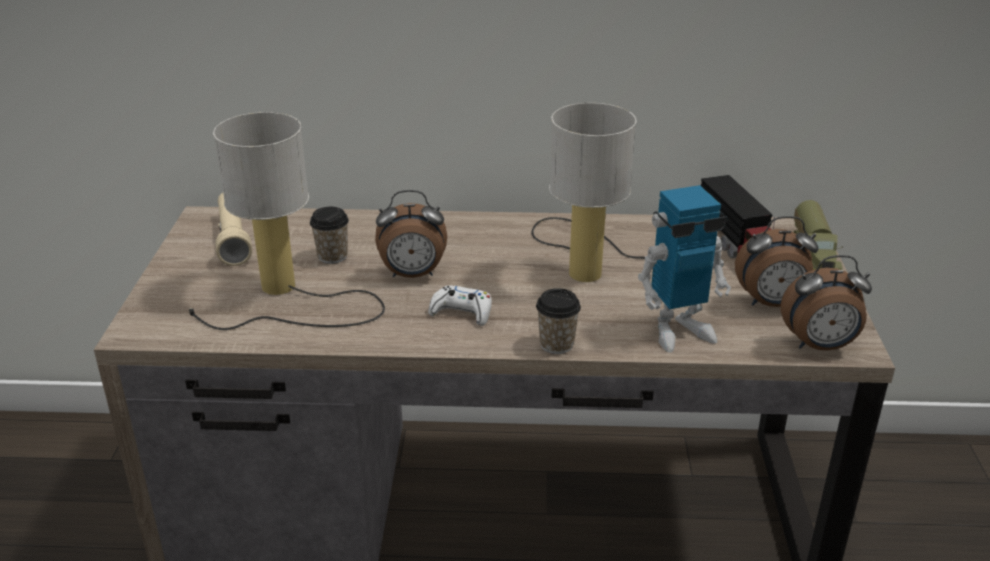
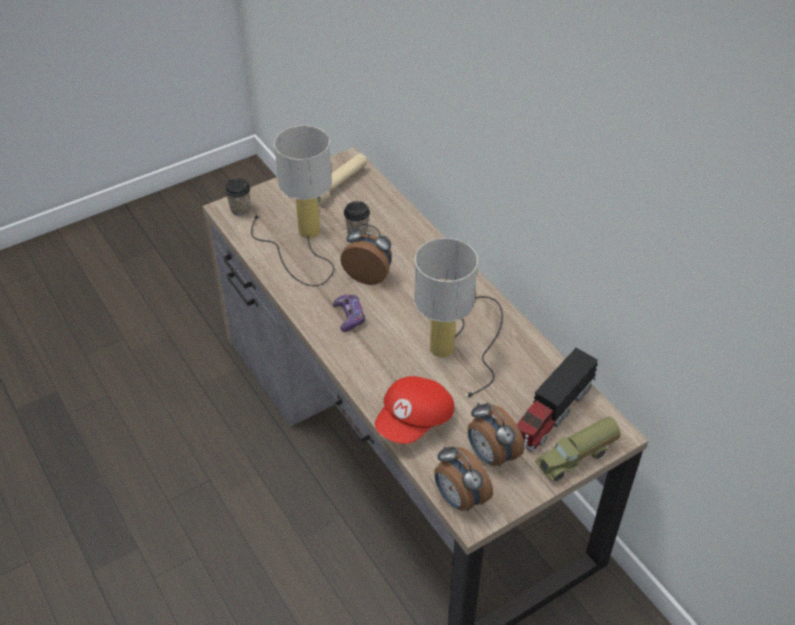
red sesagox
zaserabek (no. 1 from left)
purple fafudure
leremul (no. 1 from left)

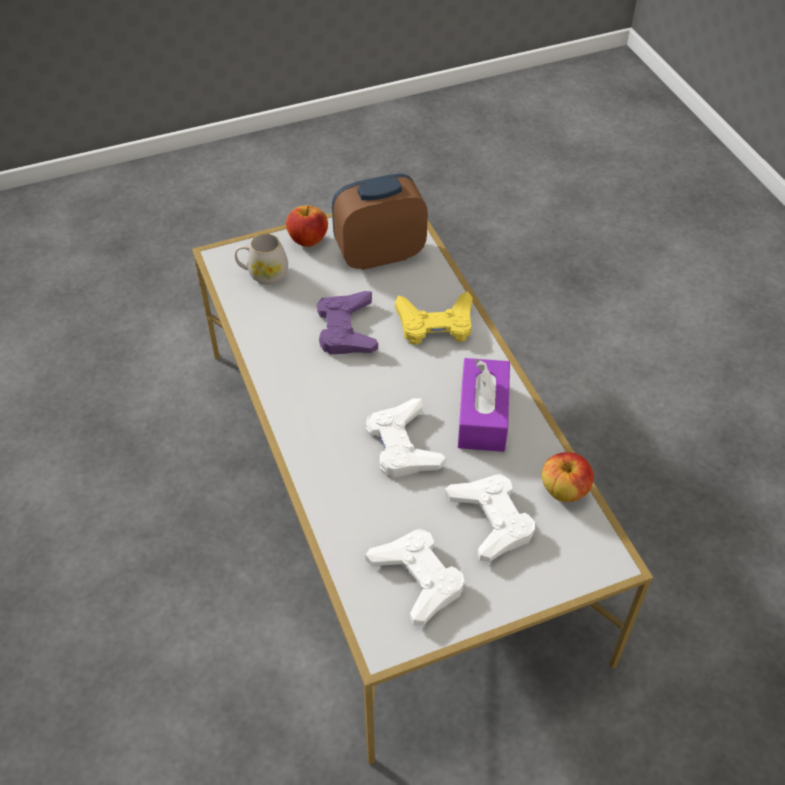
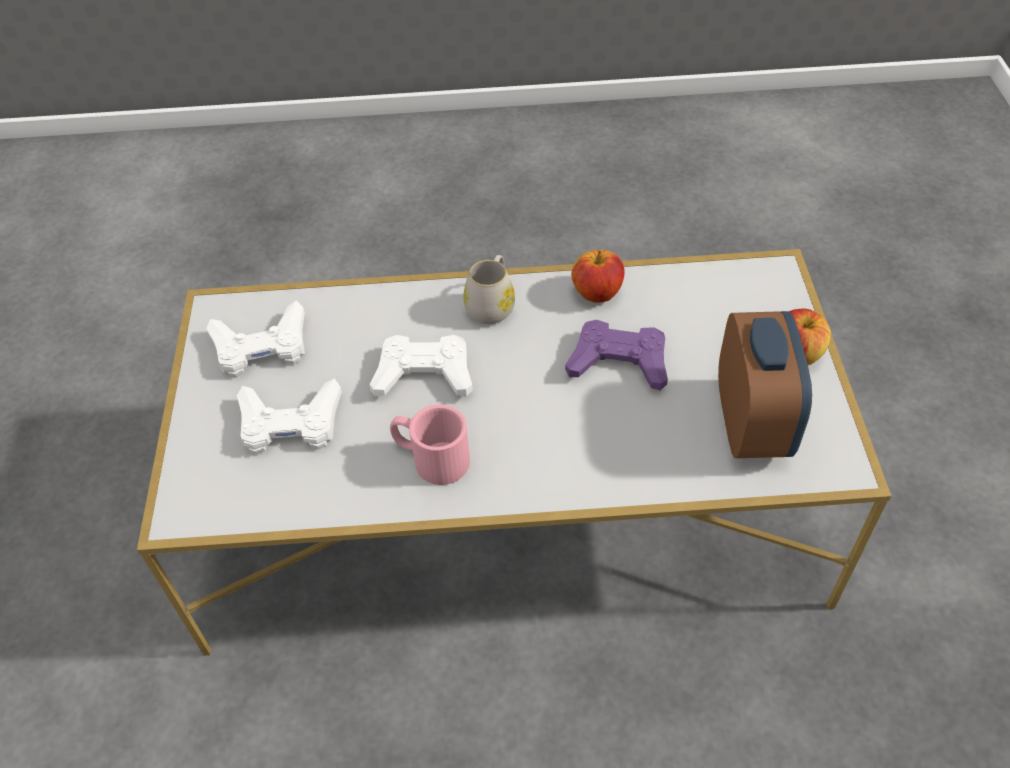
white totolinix
yellow fafudure
pink totolinix
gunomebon (no. 1 from left)

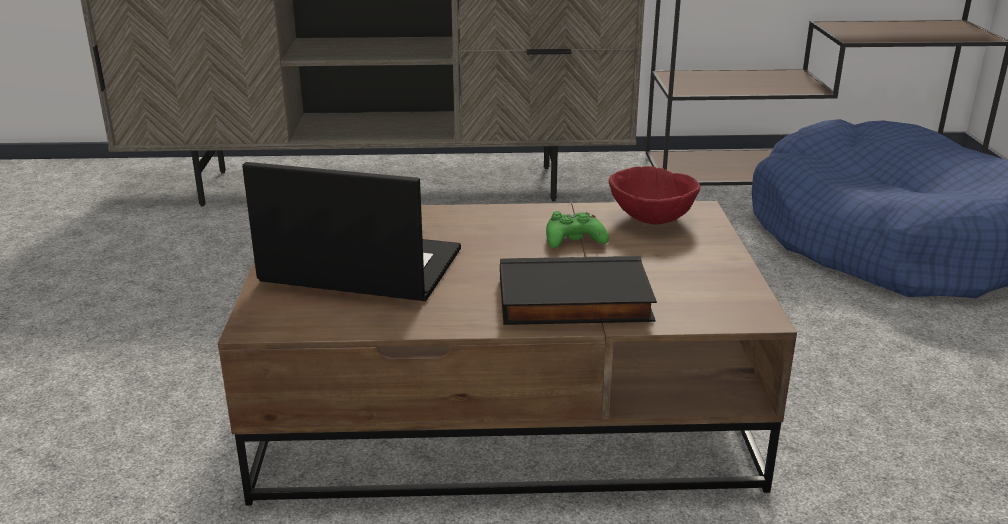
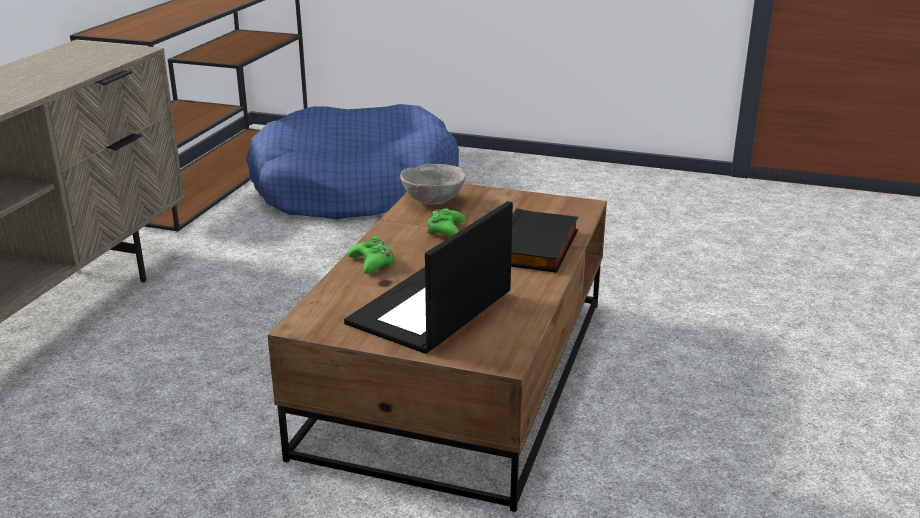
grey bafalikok
green fafudure (no. 1 from left)

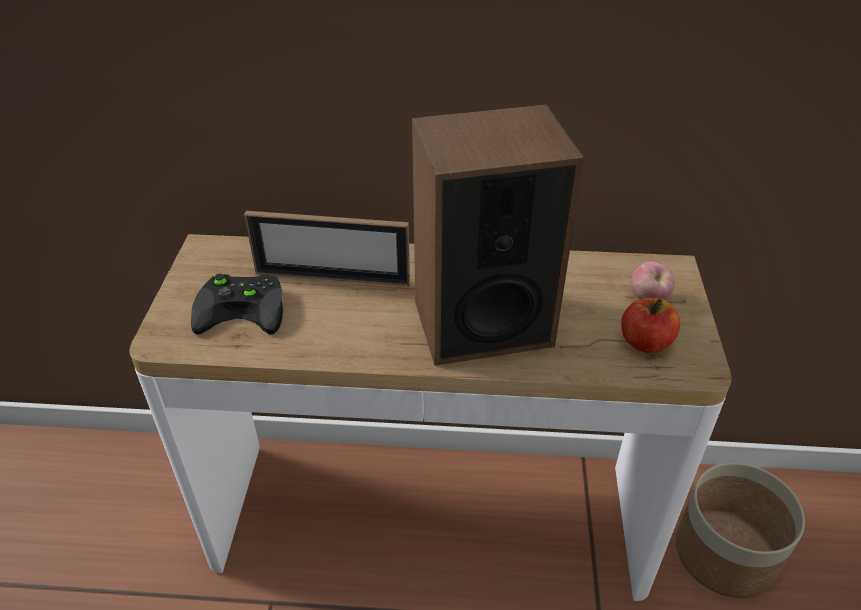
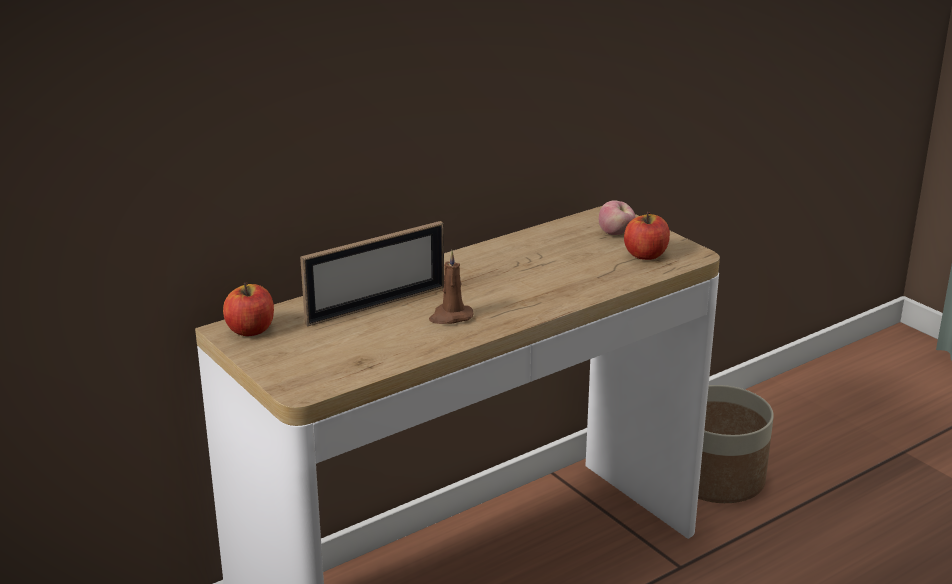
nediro
black fafudure
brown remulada
gunomebon (no. 1 from left)

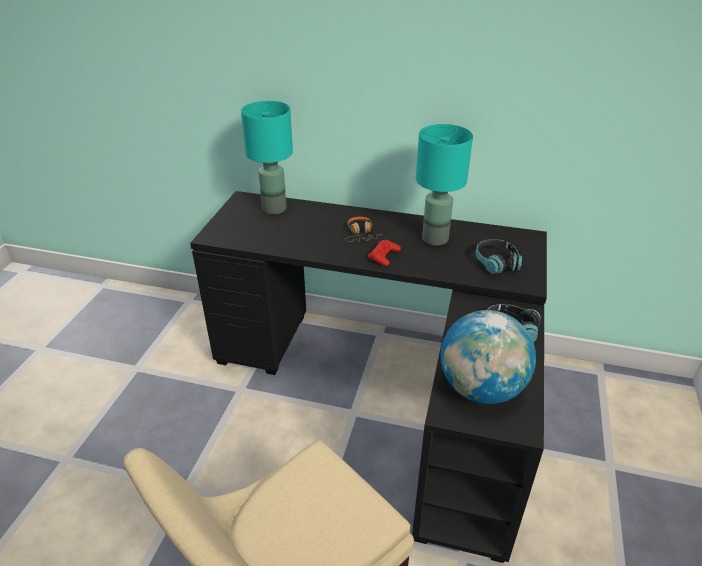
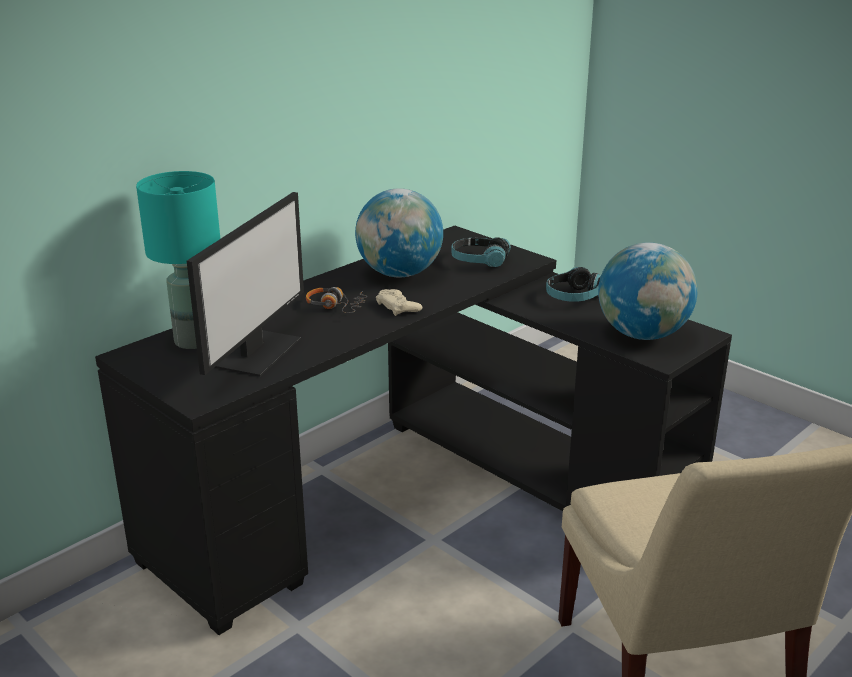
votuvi (no. 1 from left)
beige fafudure
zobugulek

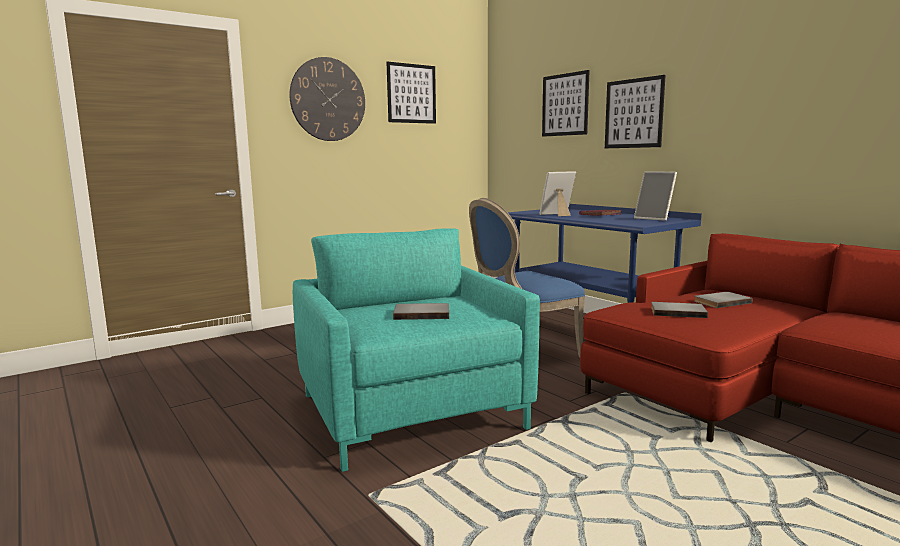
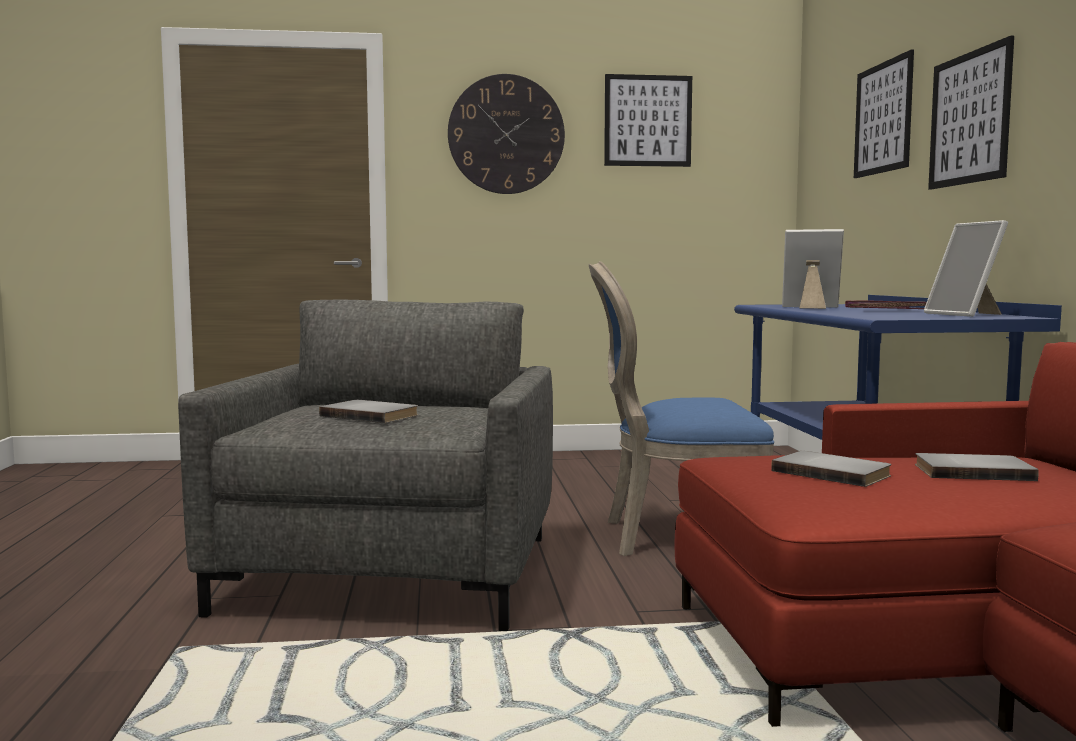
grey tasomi

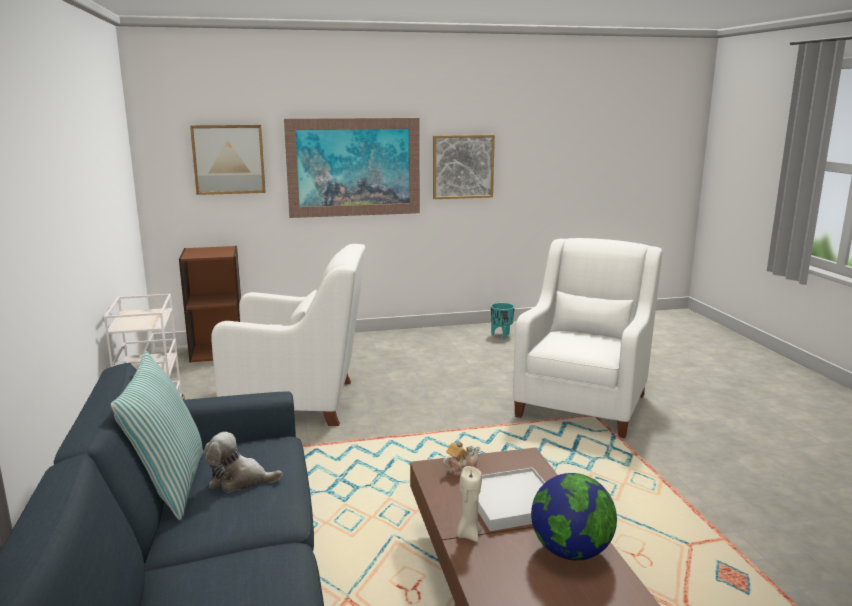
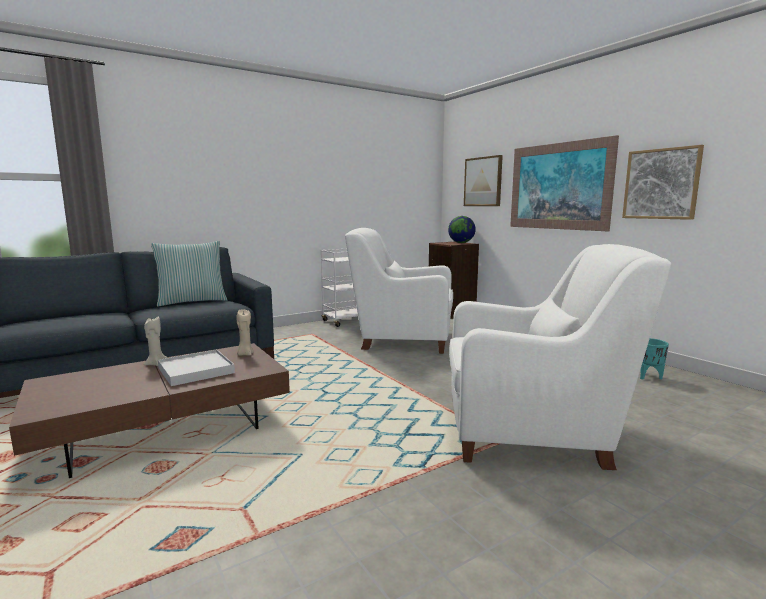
white tasomi (no. 1 from left)
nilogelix
beige remulada (no. 2 from left)
votuvi

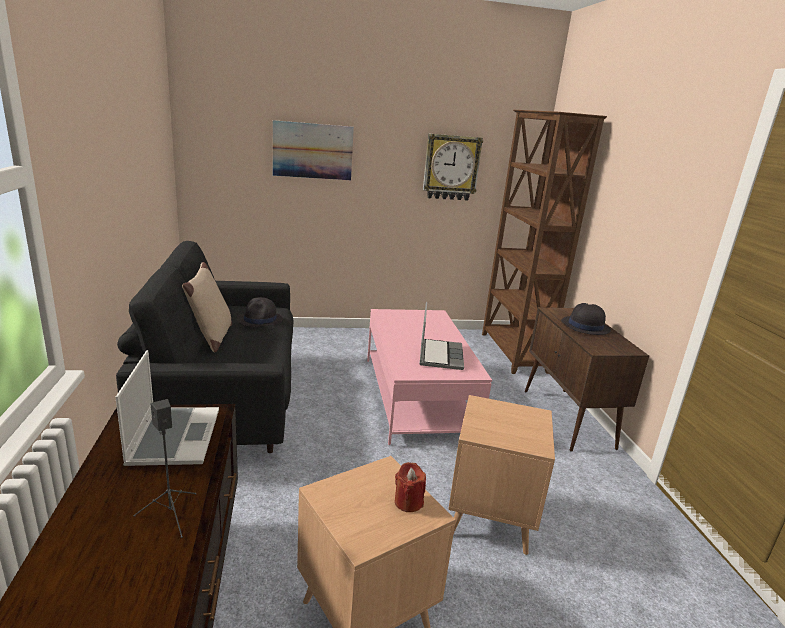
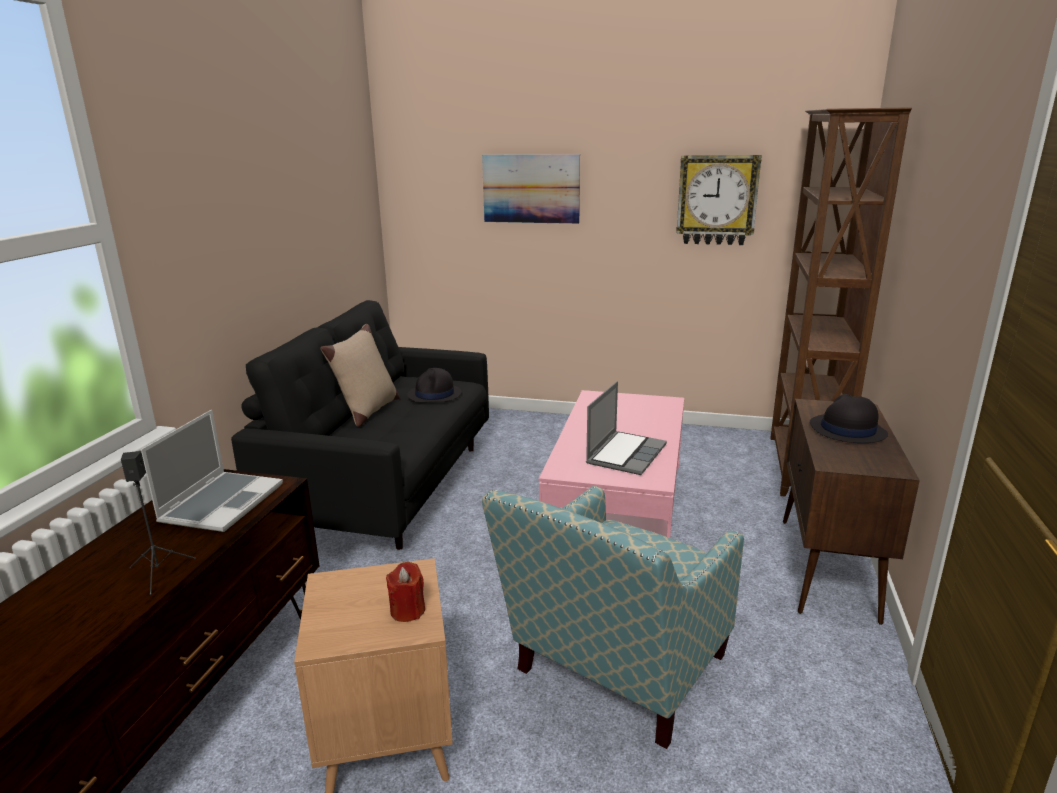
tasomi

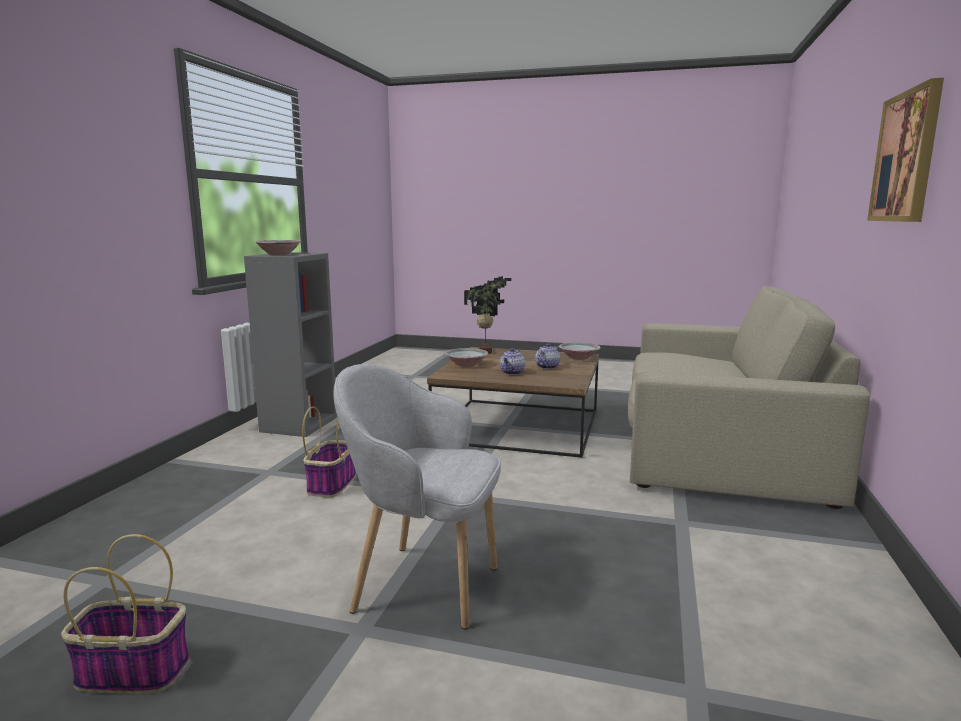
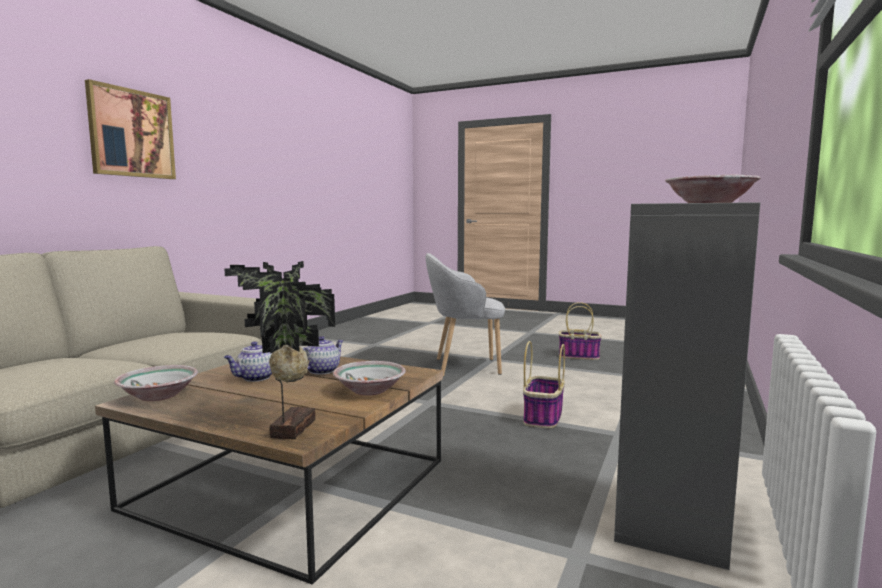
grey tasomi

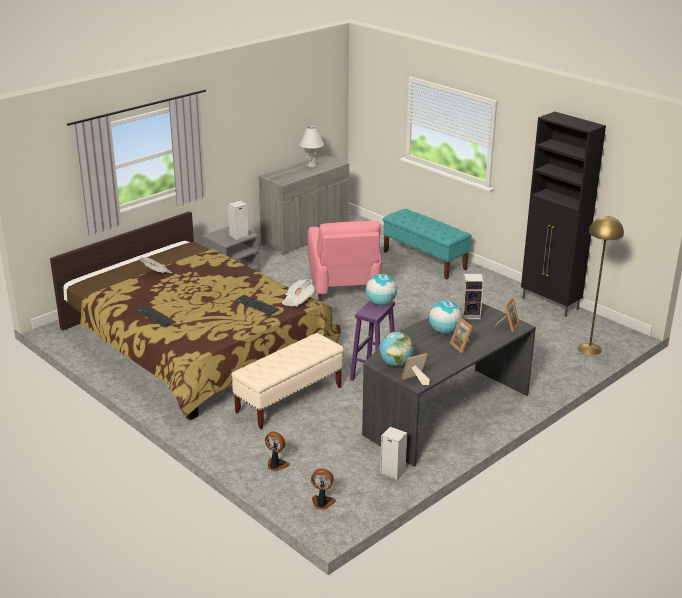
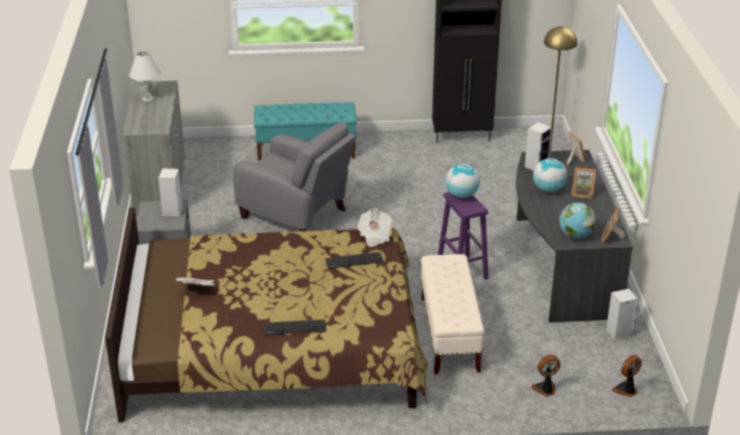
grey tasomi

